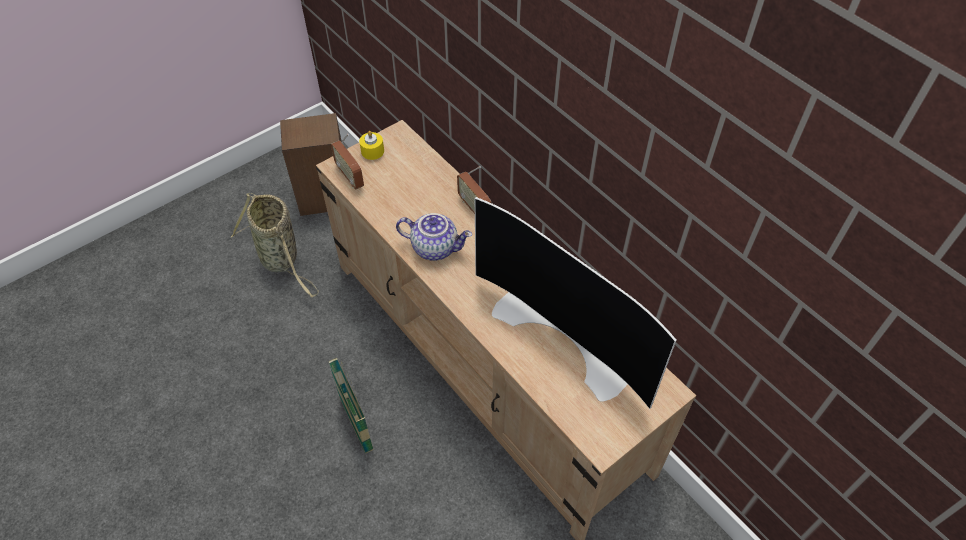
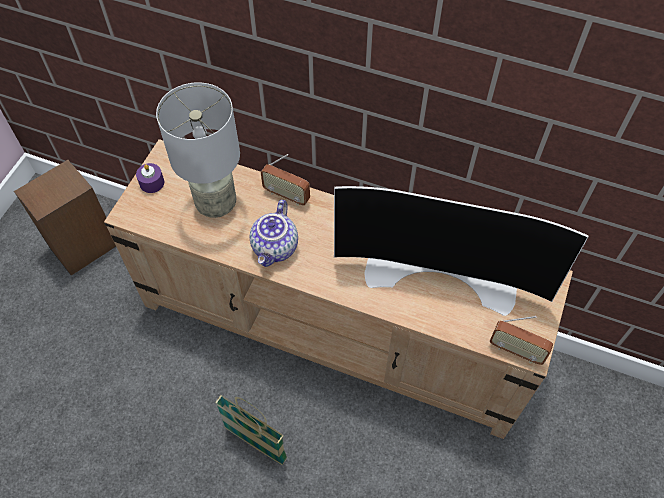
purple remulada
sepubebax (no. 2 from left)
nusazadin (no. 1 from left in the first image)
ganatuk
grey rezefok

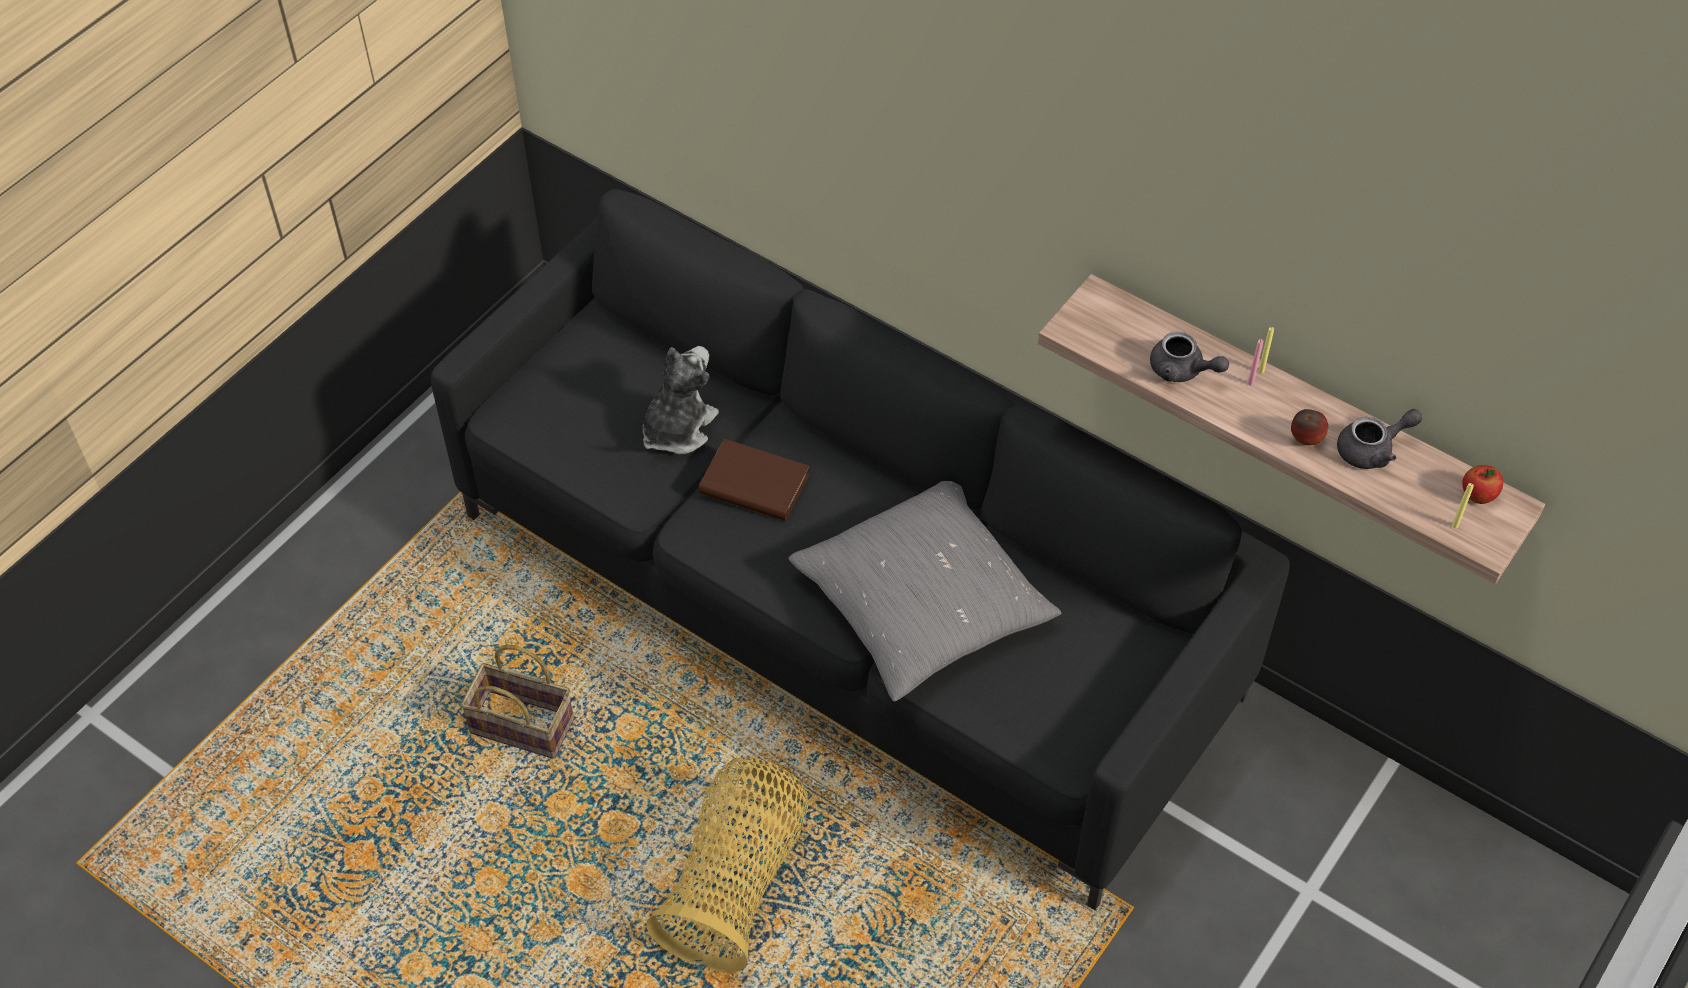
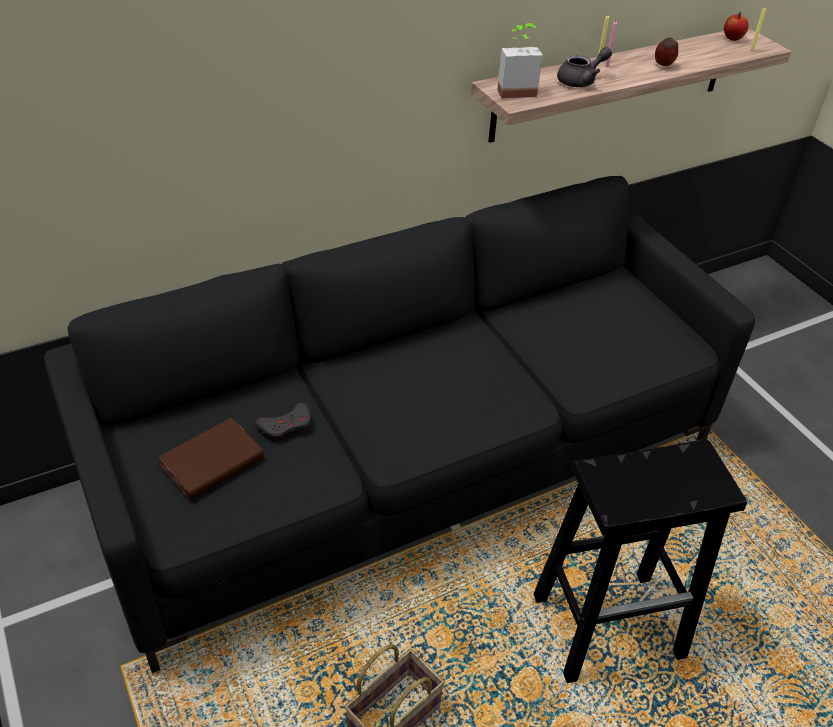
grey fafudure
grey ganatuk (no. 2 from left in the first image)
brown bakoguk
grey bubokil
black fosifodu
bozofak

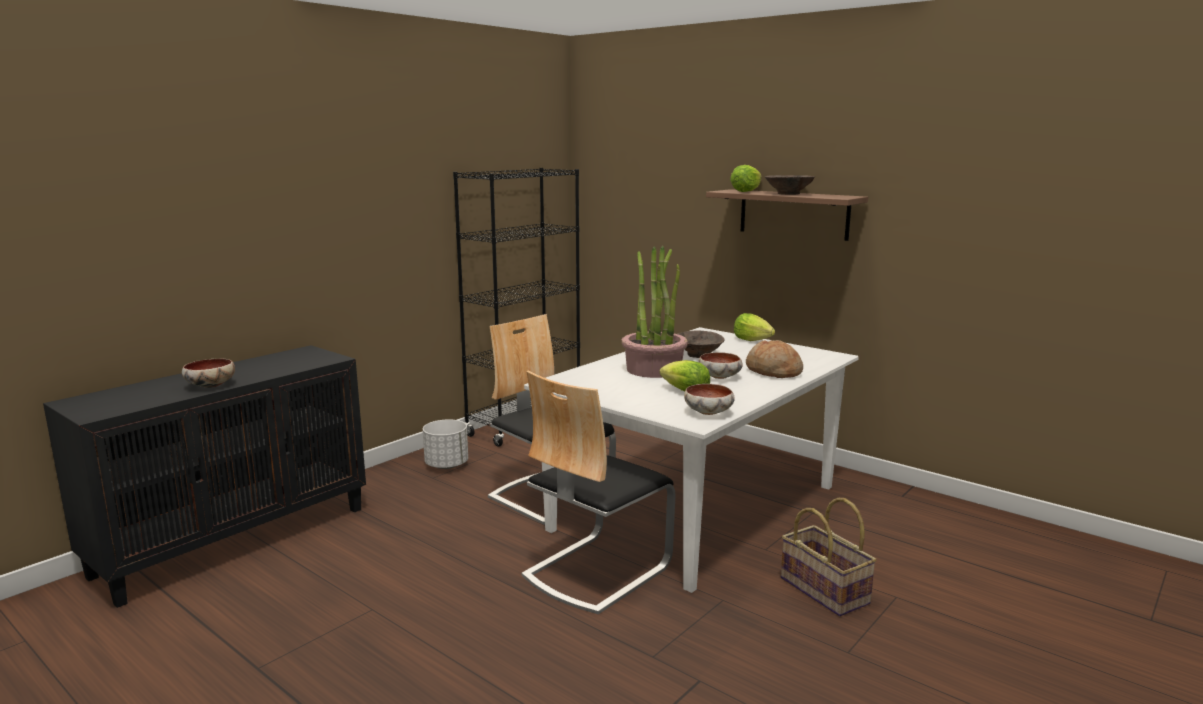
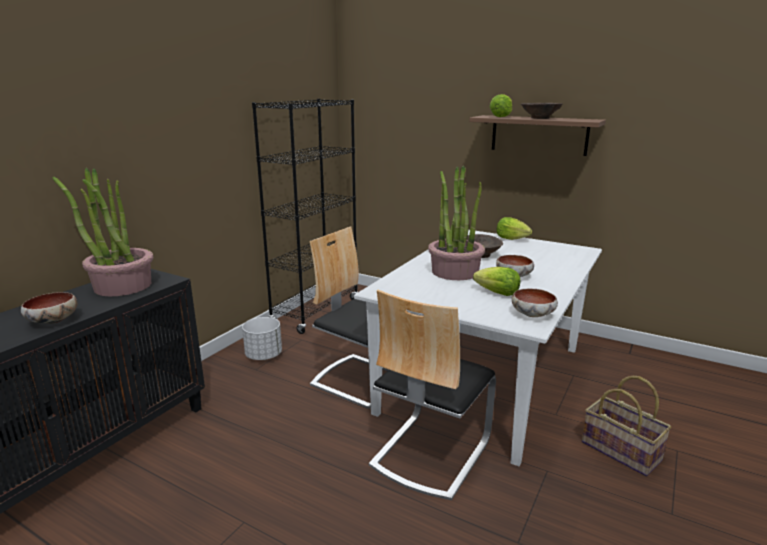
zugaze
bozofak (no. 1 from left)

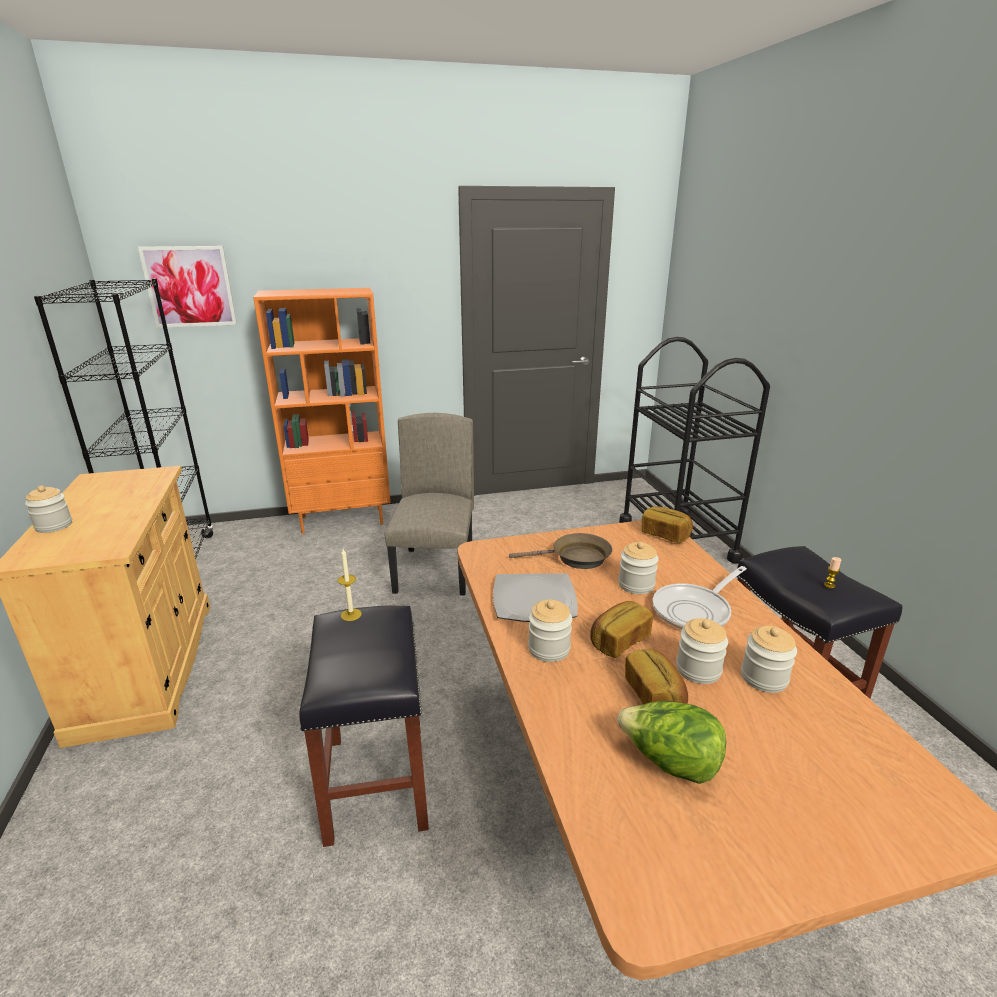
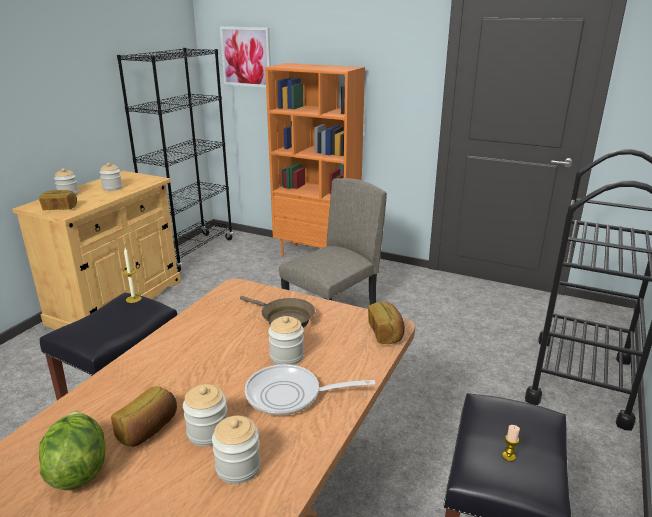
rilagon
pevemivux (no. 2 from left)
zugaze (no. 1 from left)

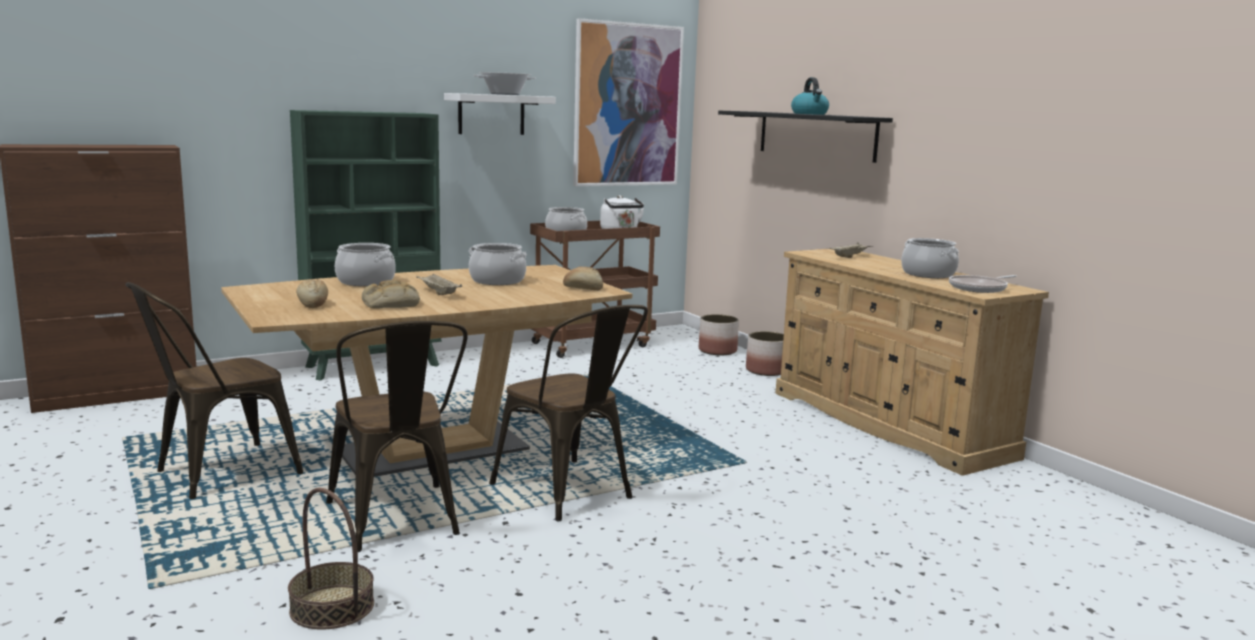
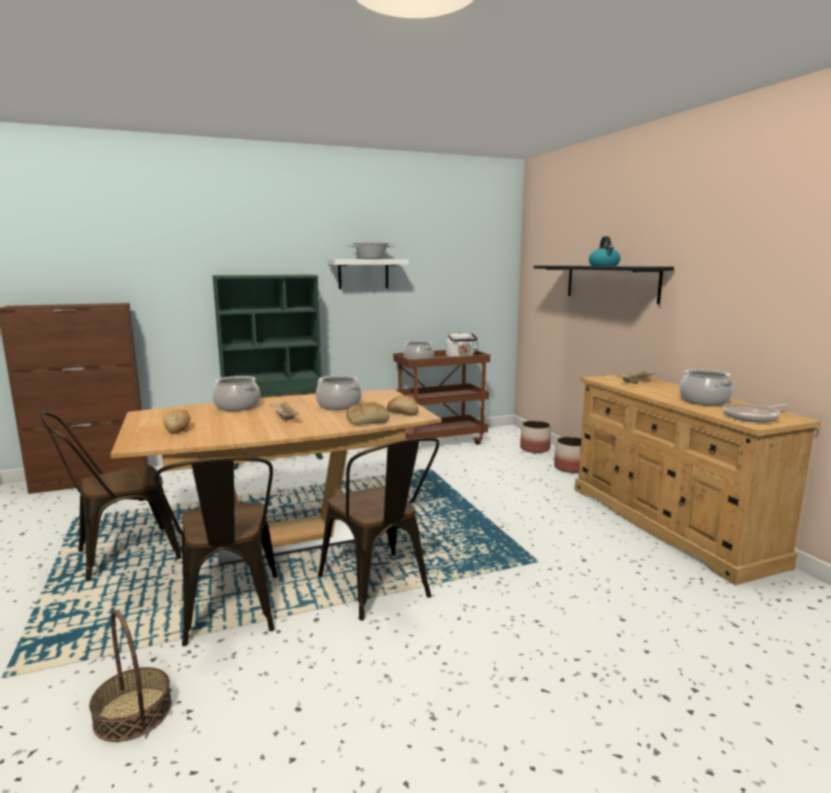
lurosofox
zugaze (no. 2 from left)

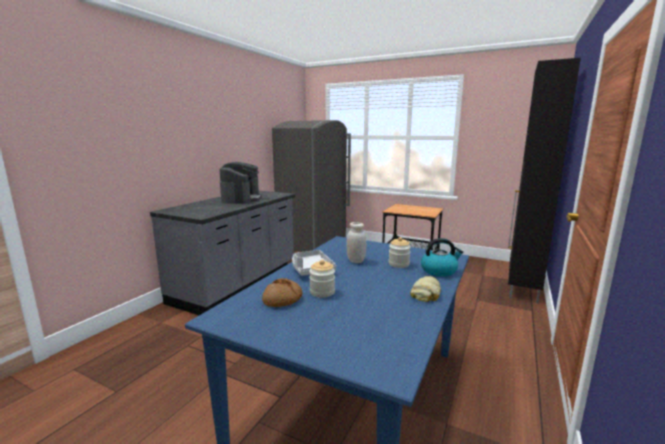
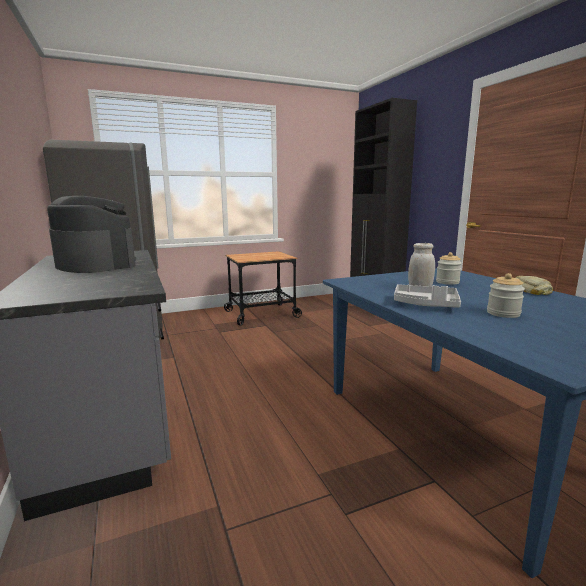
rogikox
zugaze (no. 1 from left in the first image)

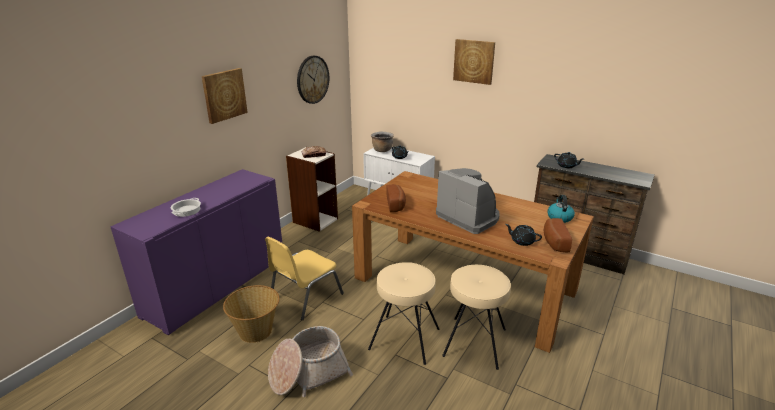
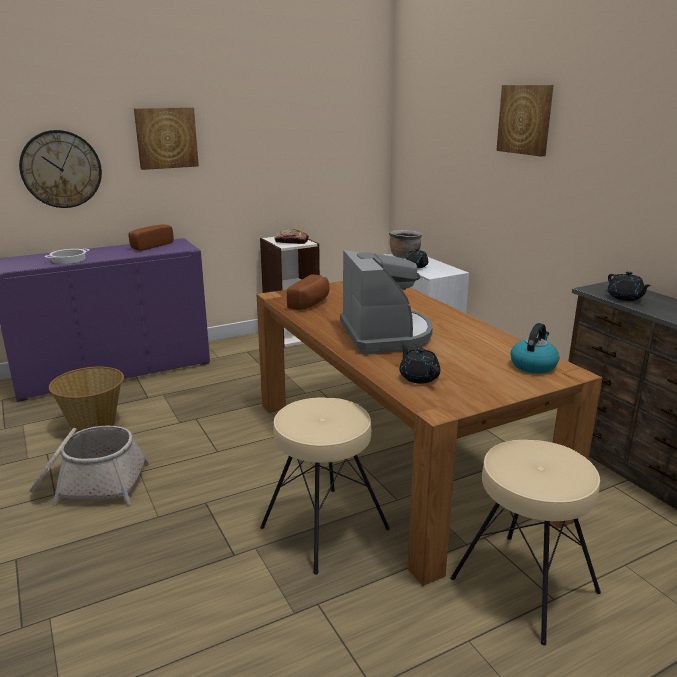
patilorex
zugaze (no. 1 from left)
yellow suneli
beige fosifodu (no. 2 from left)

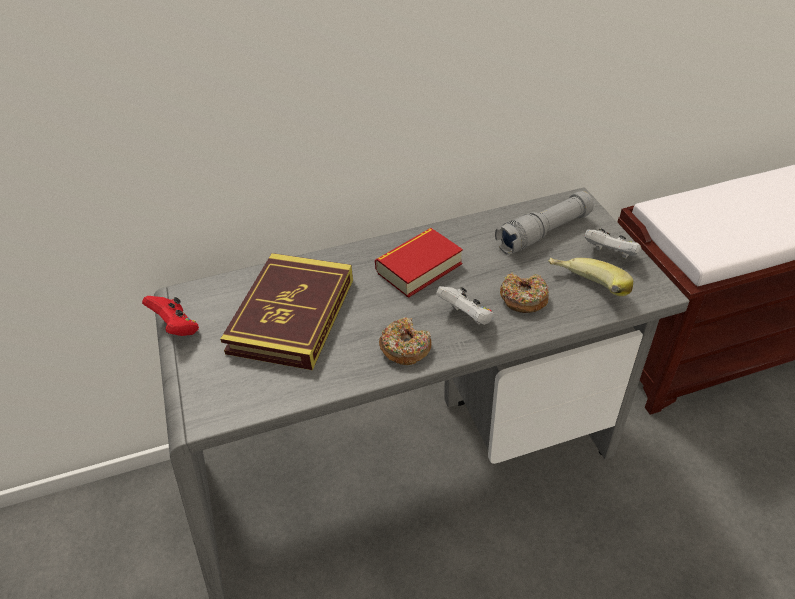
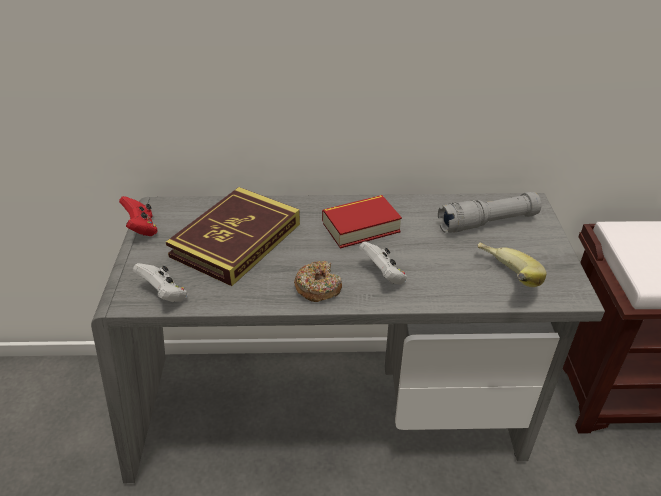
white fafudure (no. 1 from left)
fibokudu (no. 2 from left in the first image)

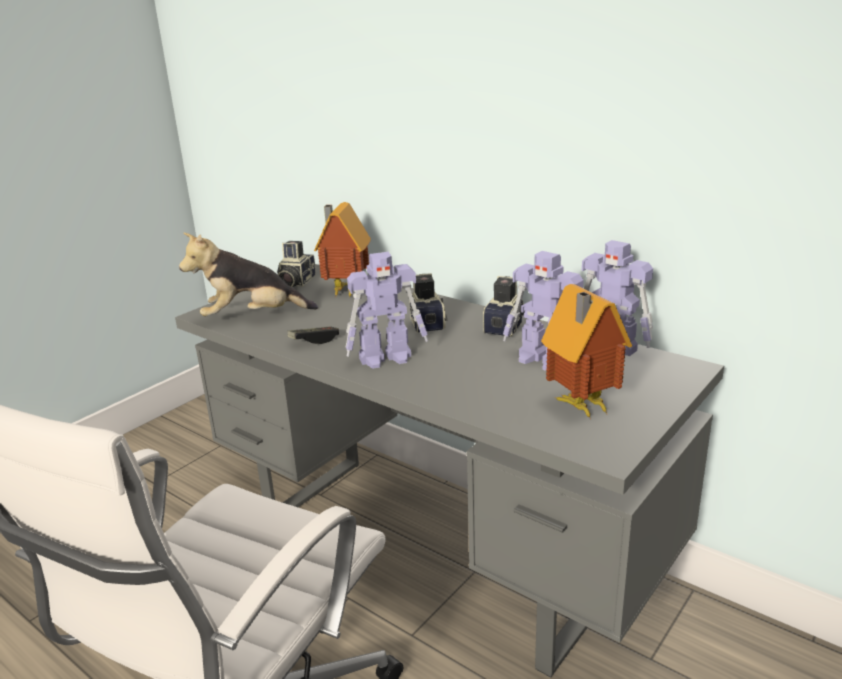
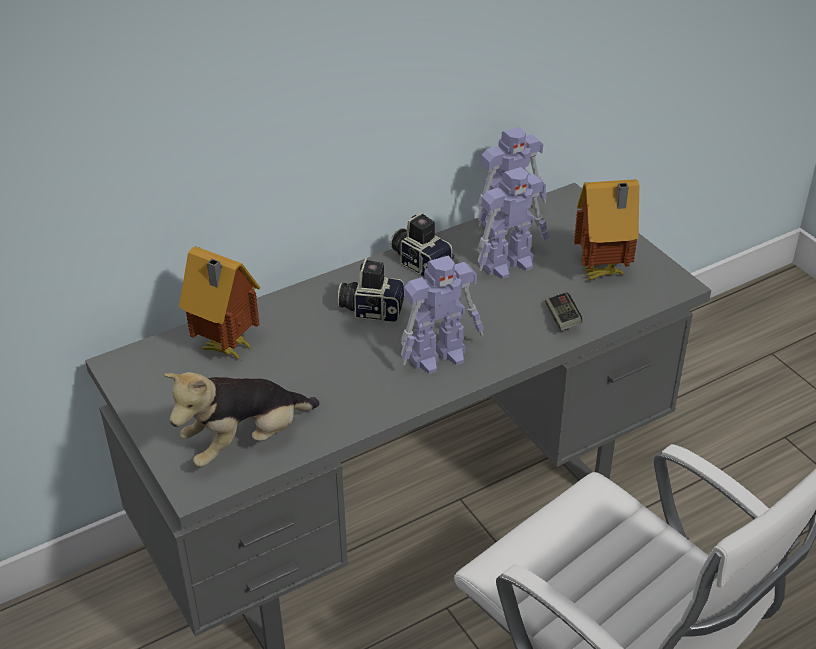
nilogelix
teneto (no. 1 from left in the first image)
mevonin (no. 1 from left)
fafudure

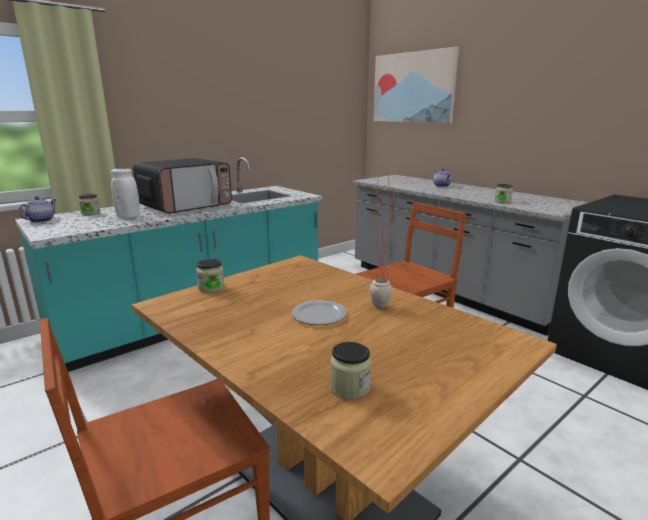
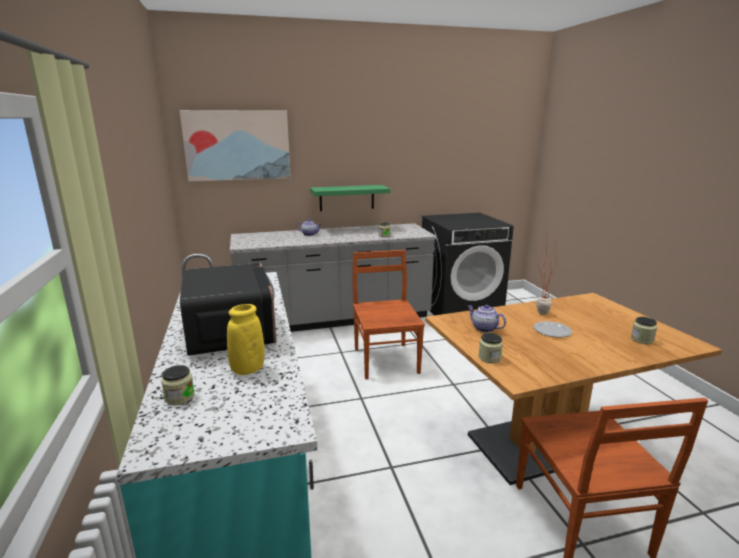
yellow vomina
ganatuk (no. 2 from left)
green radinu

